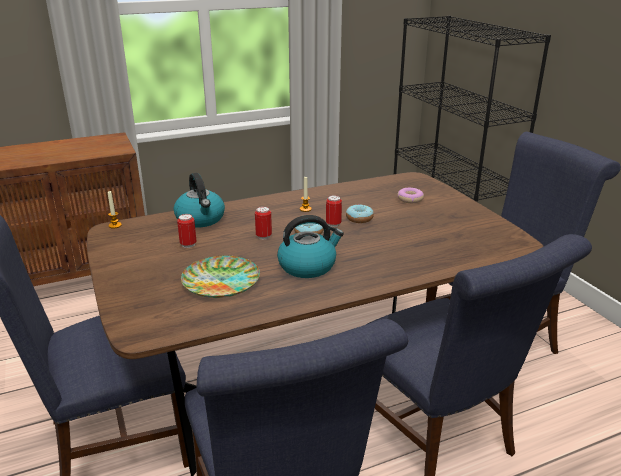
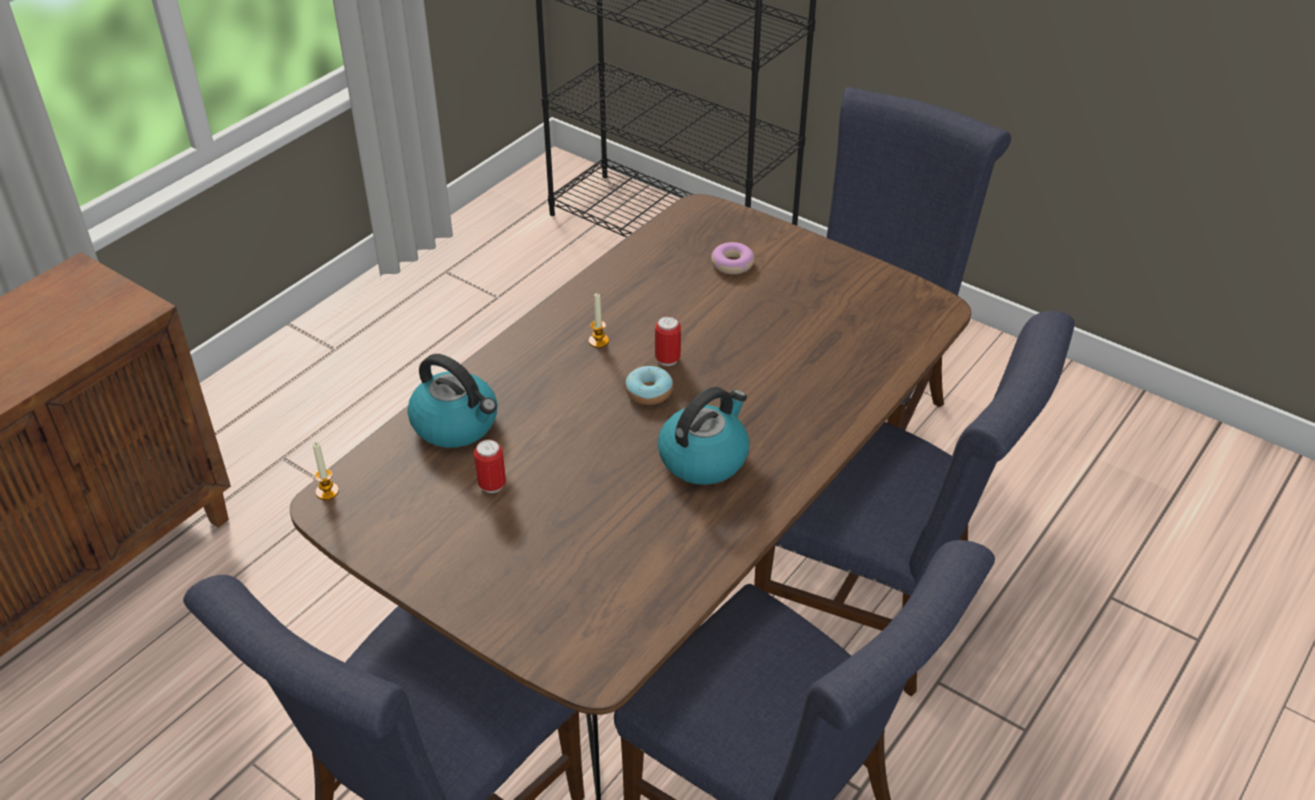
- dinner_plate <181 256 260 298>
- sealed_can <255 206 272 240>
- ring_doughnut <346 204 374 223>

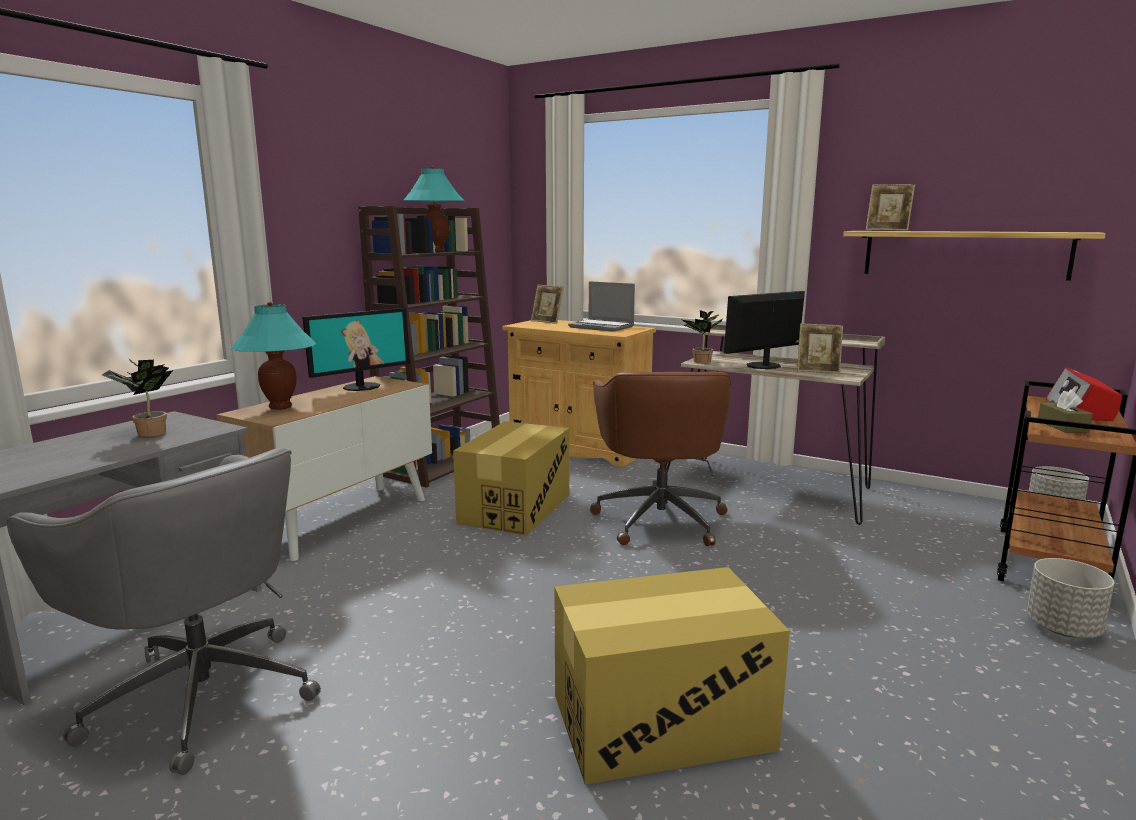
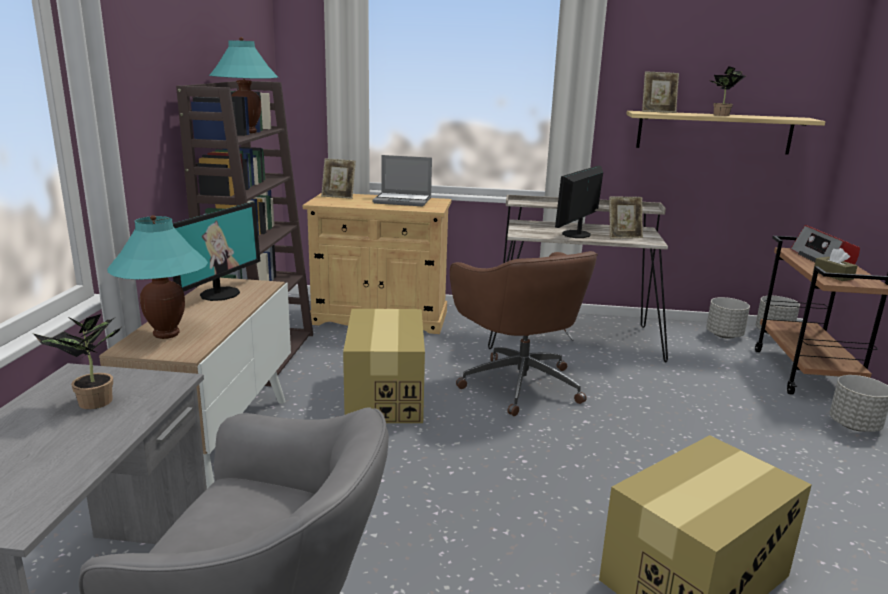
+ grey_planter <706 297 750 339>
~ plant_in_a_pot <682 310 723 363> to <708 66 746 116>

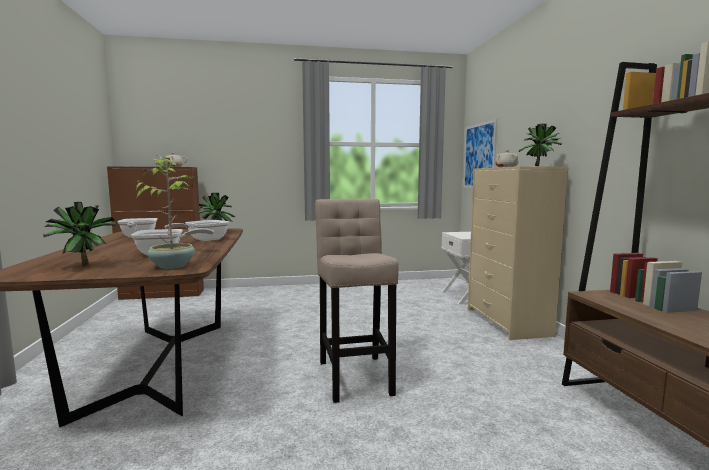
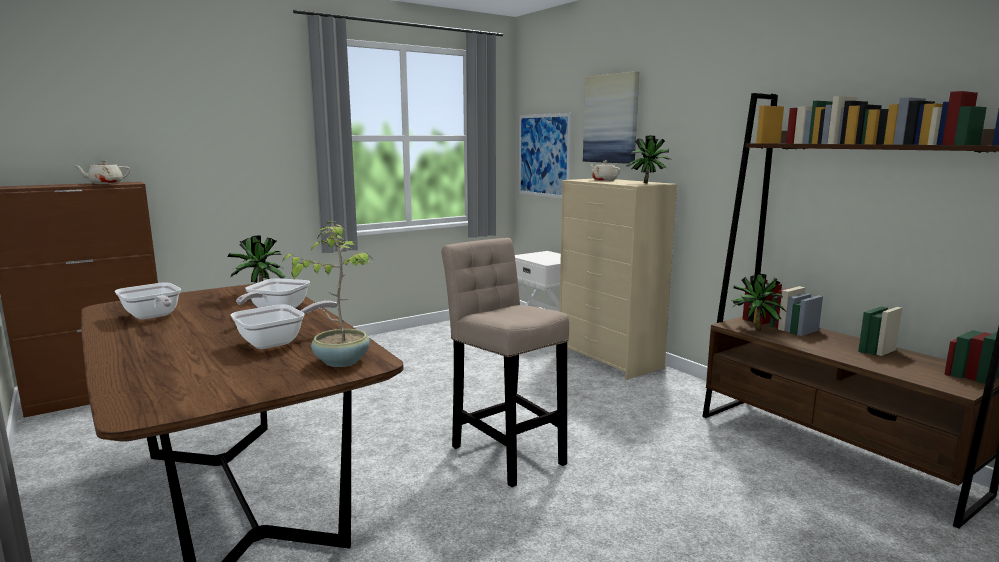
+ wall_art <583 71 639 164>
~ plant_in_a_pot <43 202 117 266> to <731 274 786 330>

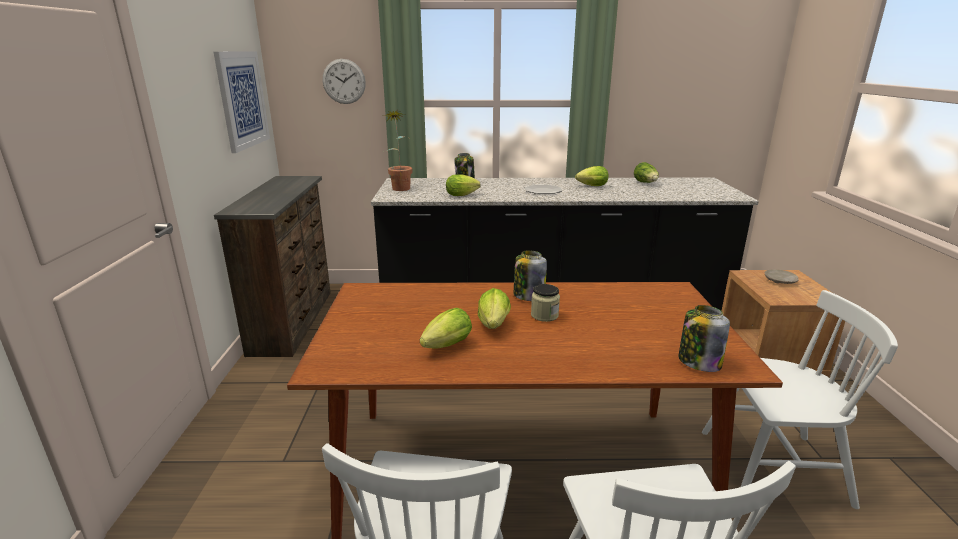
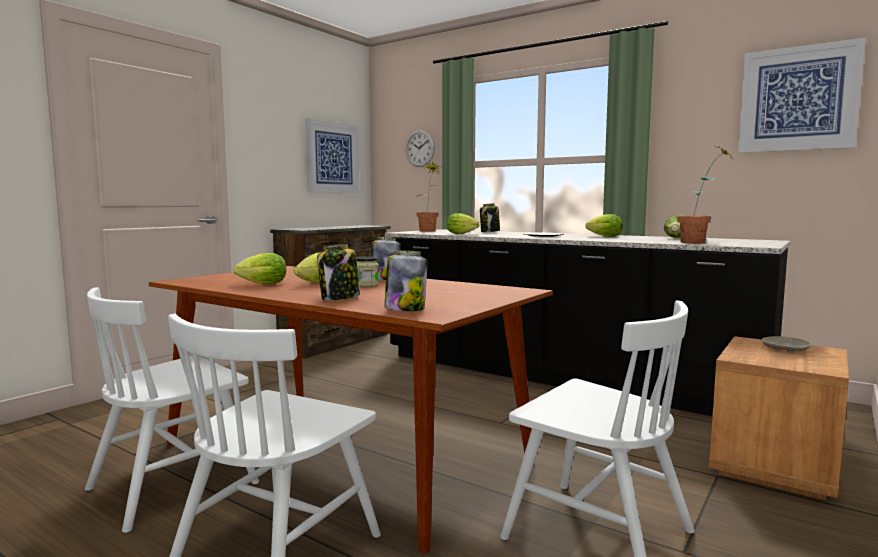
+ storage_jar <317 244 360 301>
+ plant_in_a_pot <678 144 733 243>
+ wall_art <738 38 865 153>

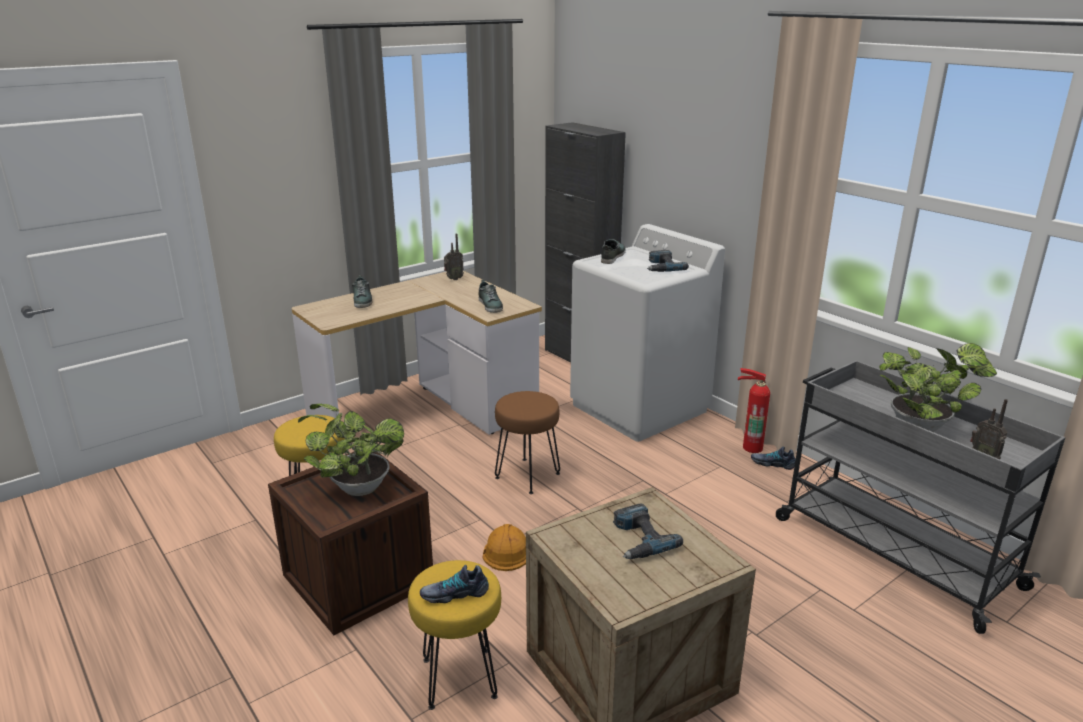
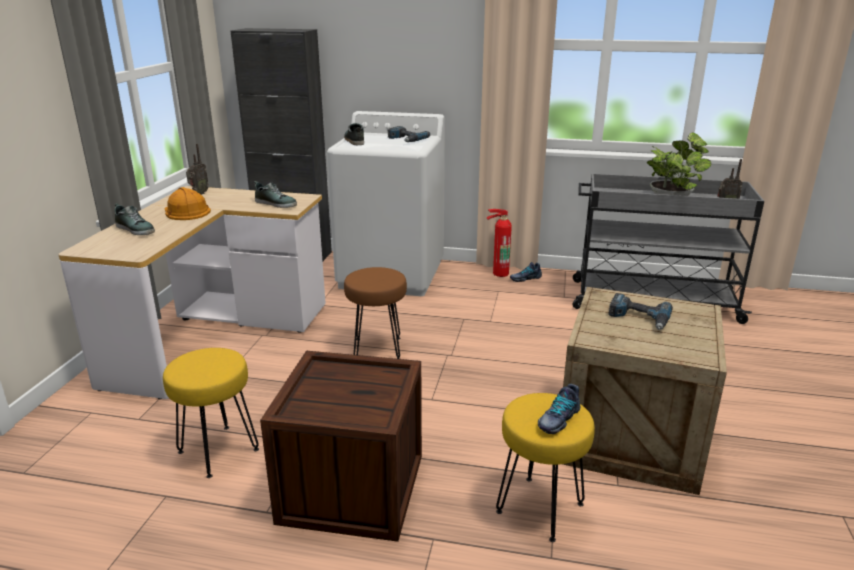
~ orange_safety_helmet <483 524 526 571> to <164 187 211 220>
- plant_in_a_pot <298 404 404 496>

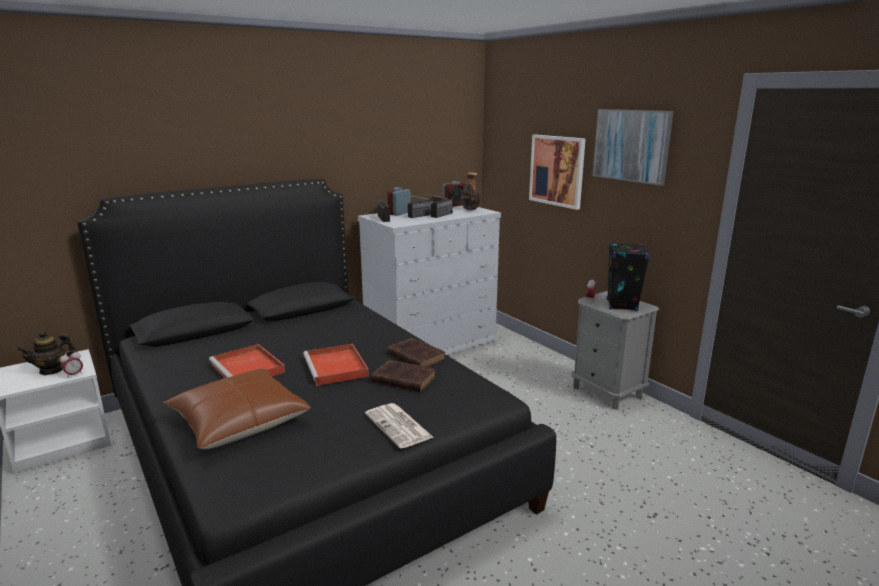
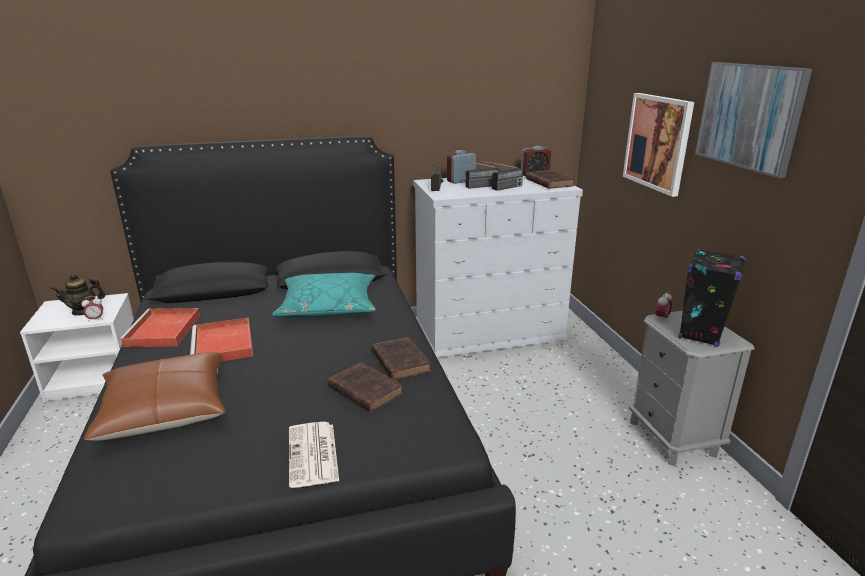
~ red_carrying_tray <303 344 369 386> to <119 308 200 347>
+ turquoise_cushion <272 273 376 317>
~ drink_bottle <461 172 480 210> to brown-coloured_bound_book <526 170 574 189>

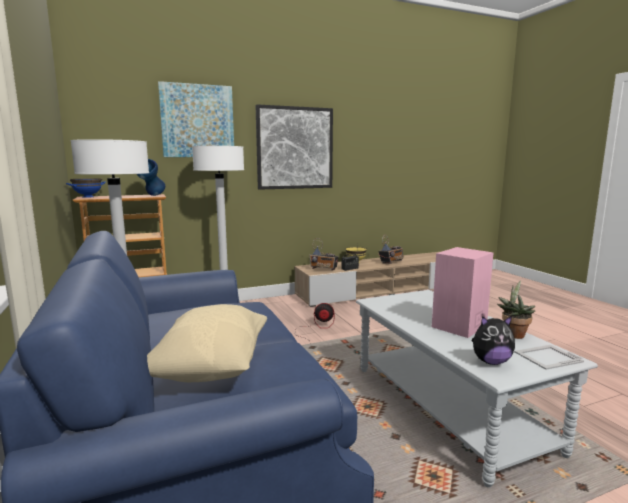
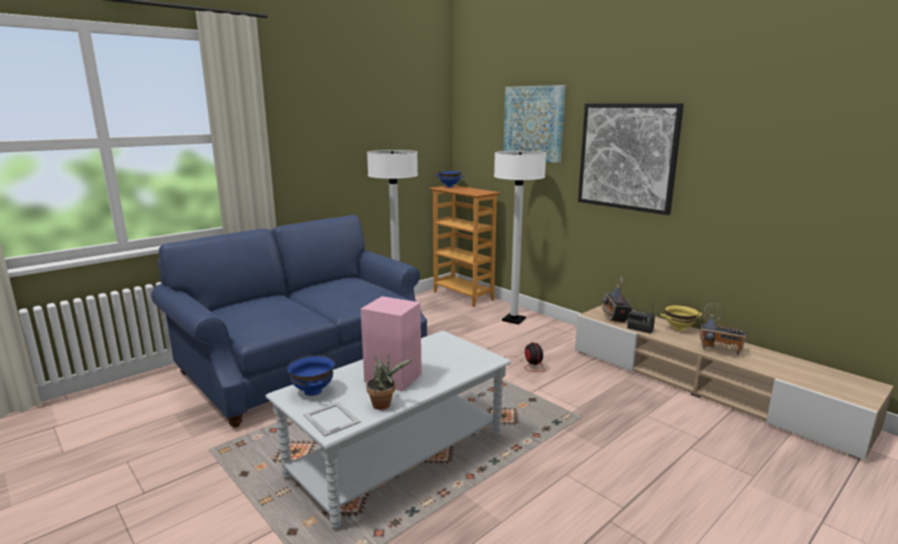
~ soft_toy <472 316 515 365> to bluish_bowl <287 355 335 396>
- bluish_flower_vase <137 159 165 196>
- beige-coloured_cushion <147 304 267 382>

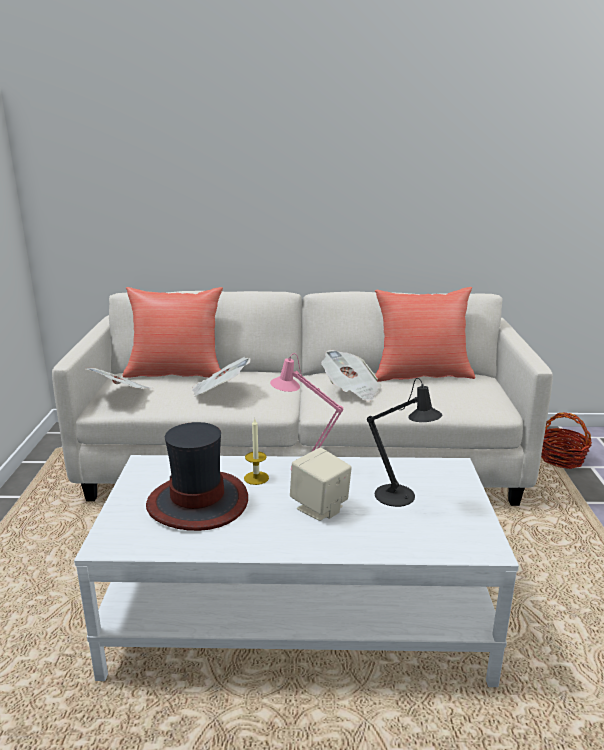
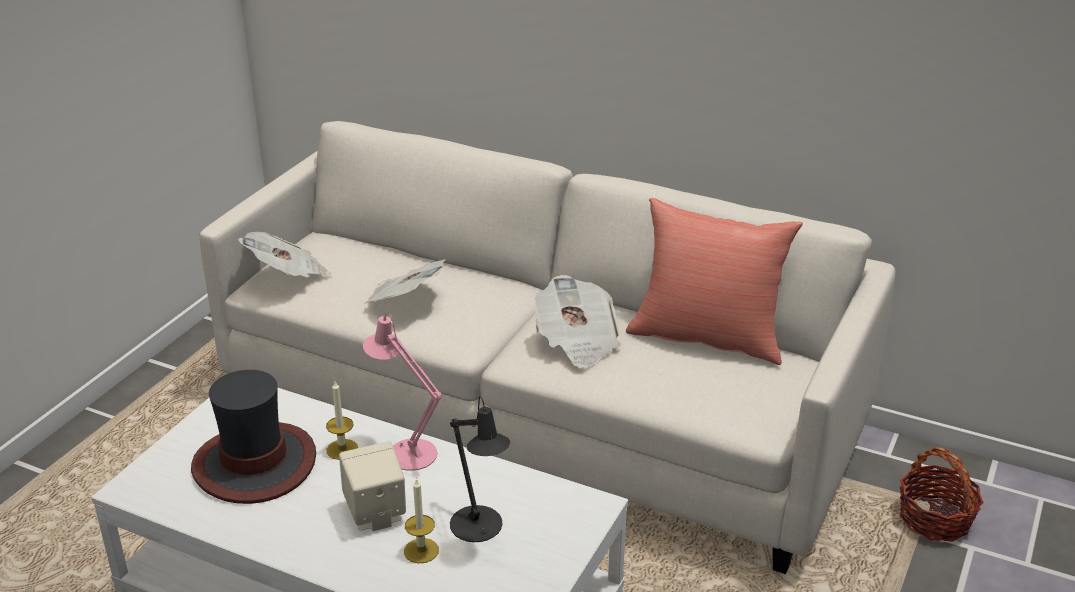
+ candle <404 478 439 563>
- red_cushion <123 287 223 378>

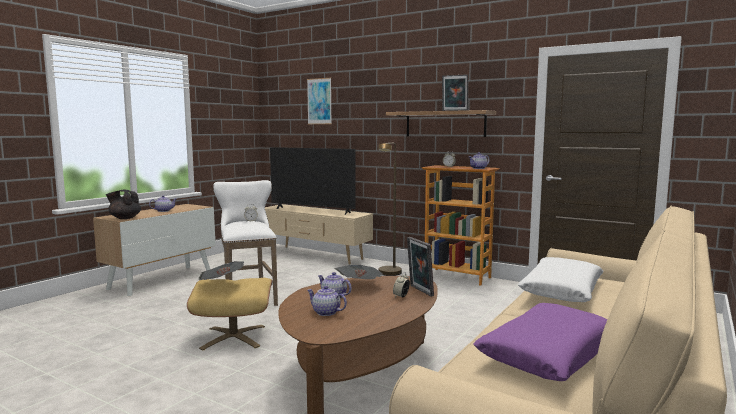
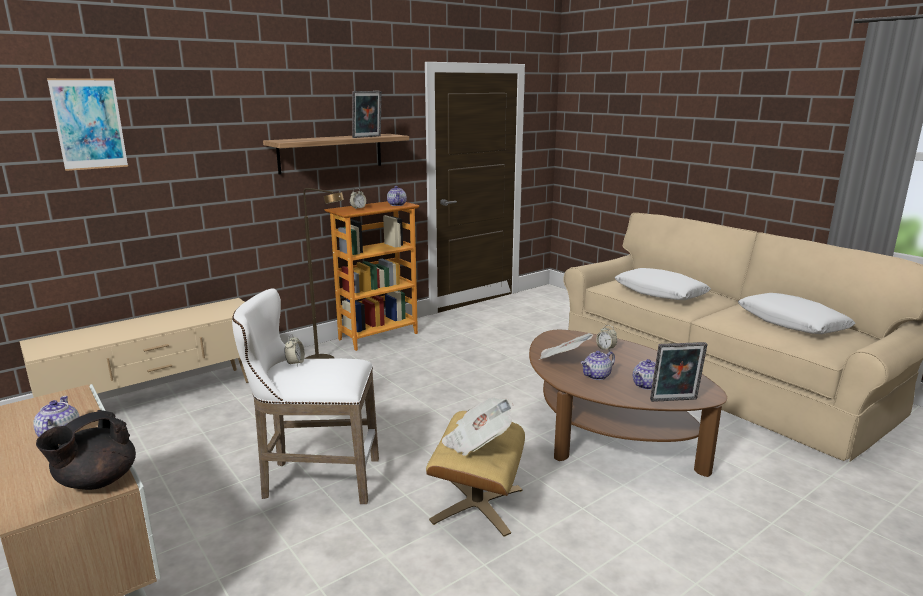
~ photo_frame <407 237 434 297> to <650 342 707 402>
~ purple-coloured_cushion <473 303 608 381> to whitish_cushion <738 293 856 334>
- TV_set <270 147 355 215>

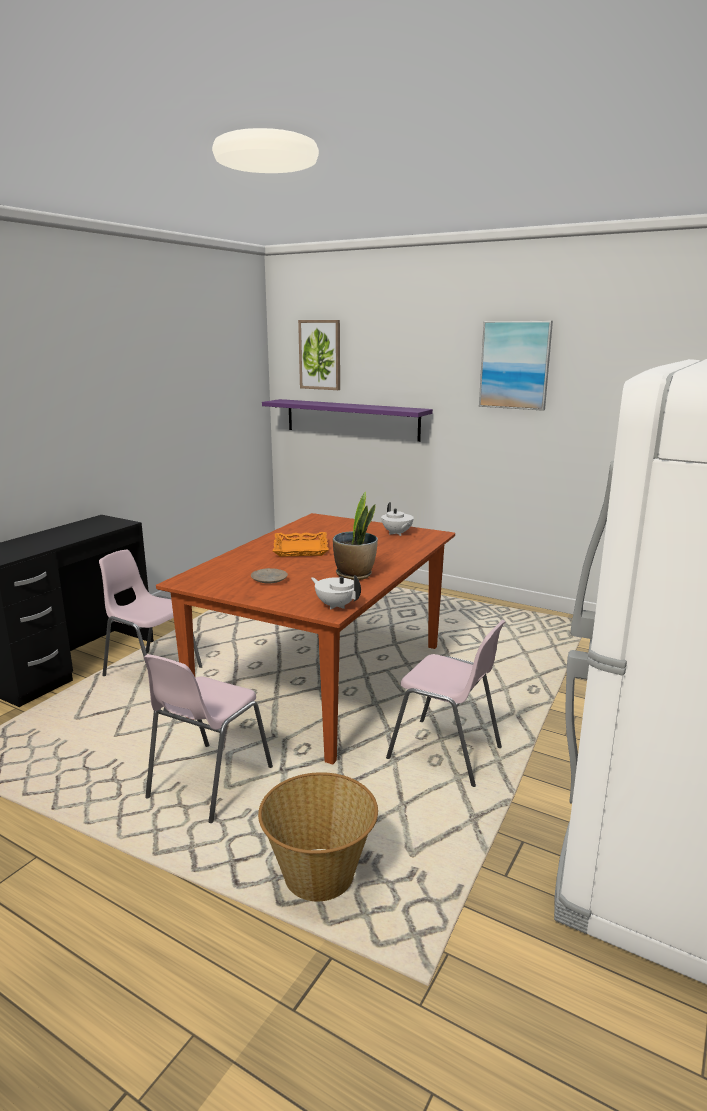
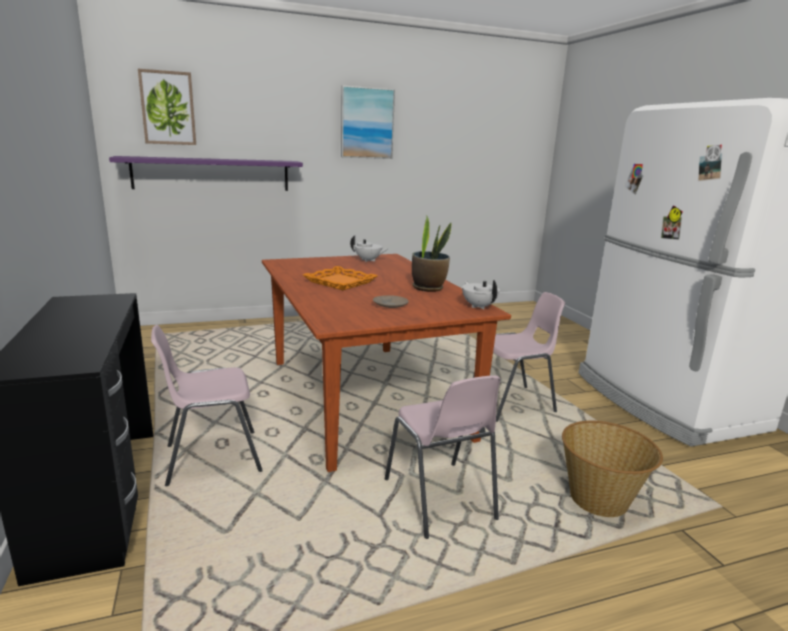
~ whitish_pot_for_tea <311 575 361 609> = <462 280 500 309> 75 degrees clockwise

